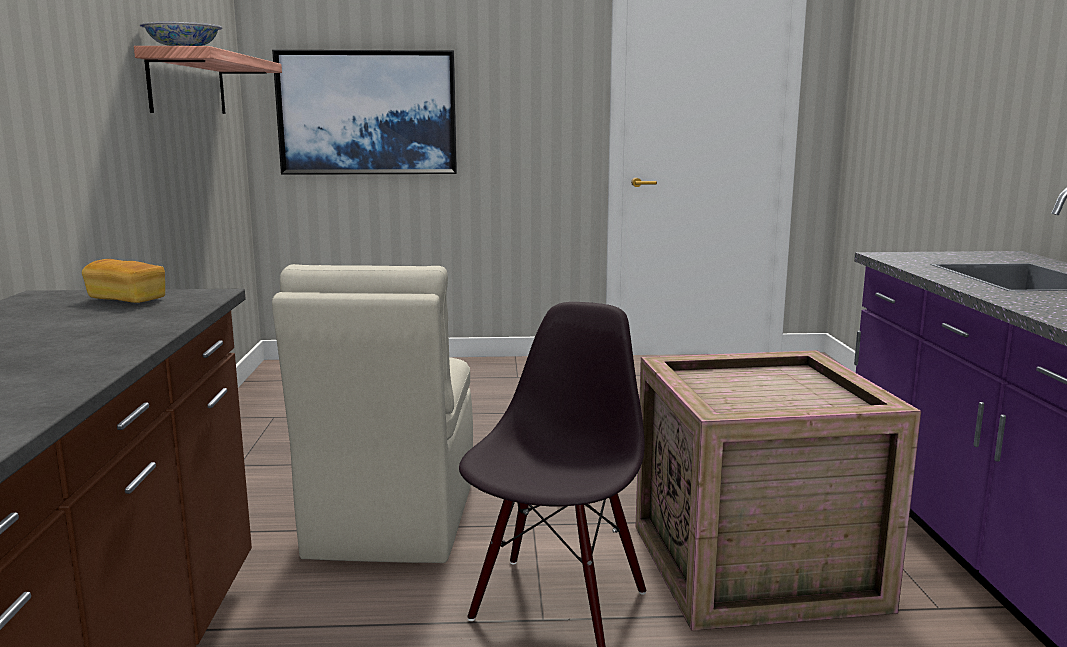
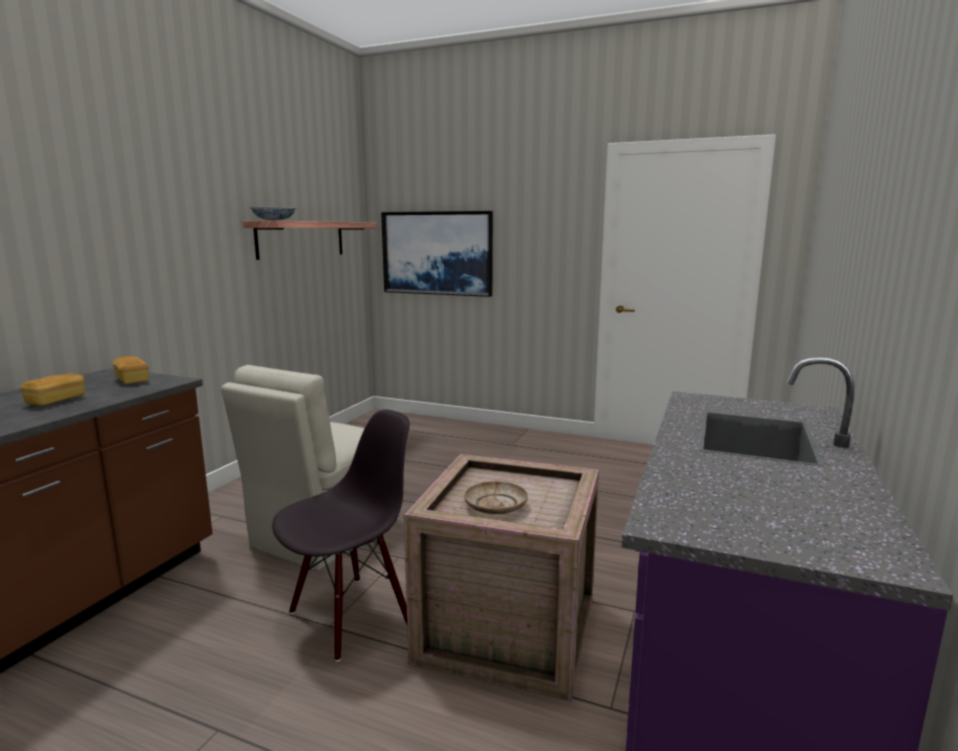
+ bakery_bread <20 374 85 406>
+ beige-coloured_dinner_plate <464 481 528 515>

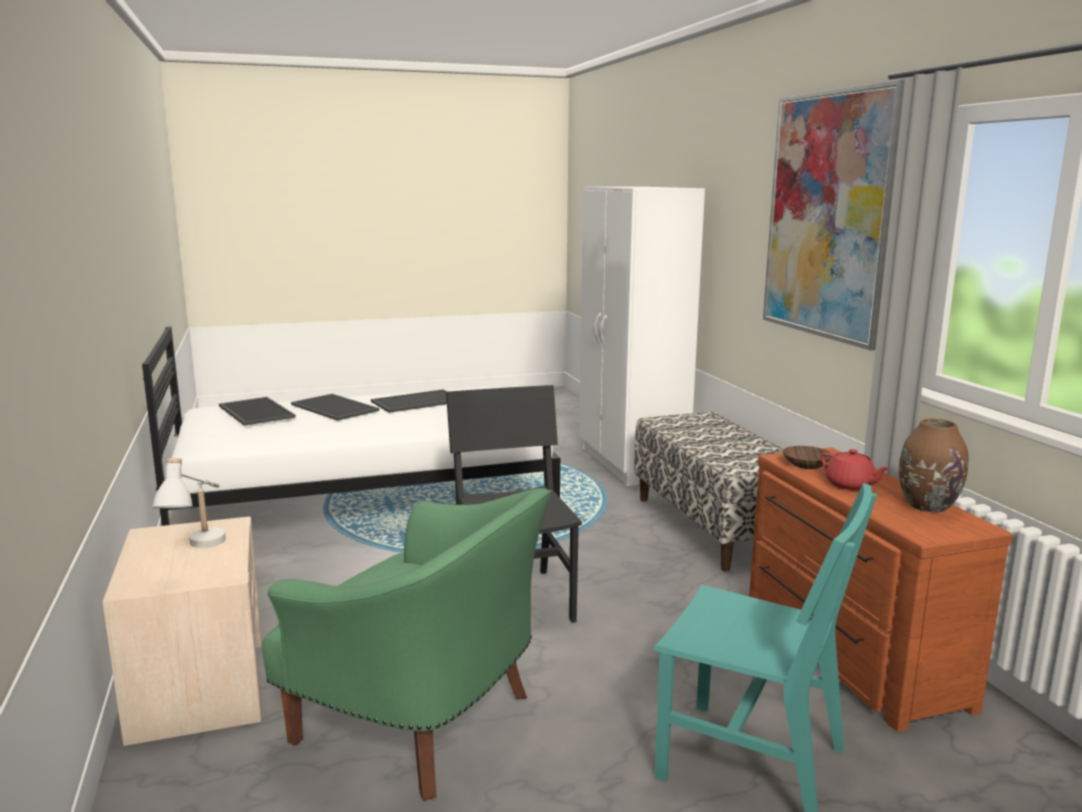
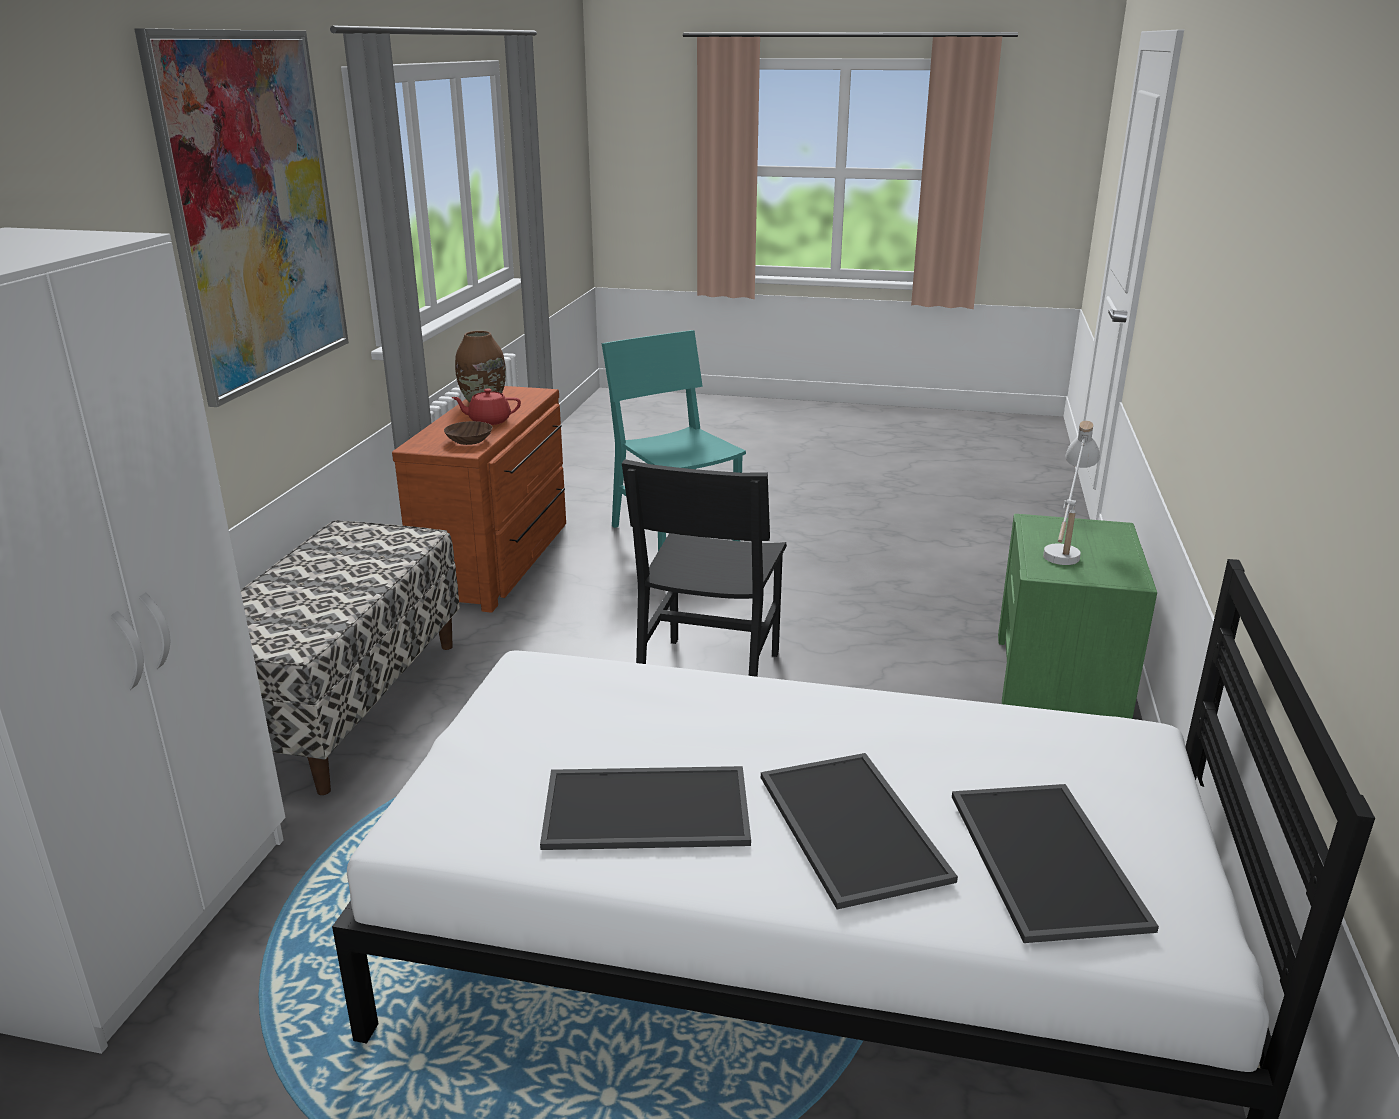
~ red_pot_for_tea <821 449 890 490> = <451 389 521 425> 90 degrees counterclockwise
~ beige-coloured_night_table <102 517 262 746> to green_night_table <998 514 1157 719>
- green_lounge_chair <262 488 552 801>

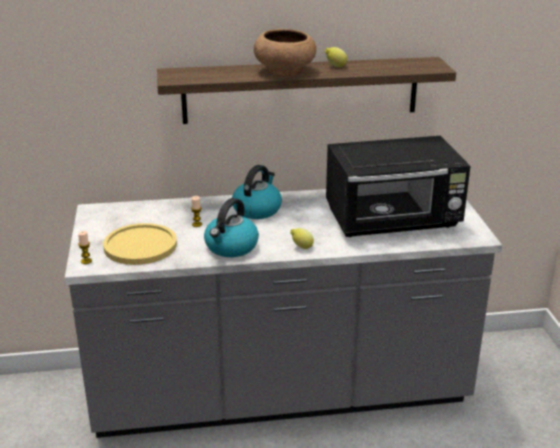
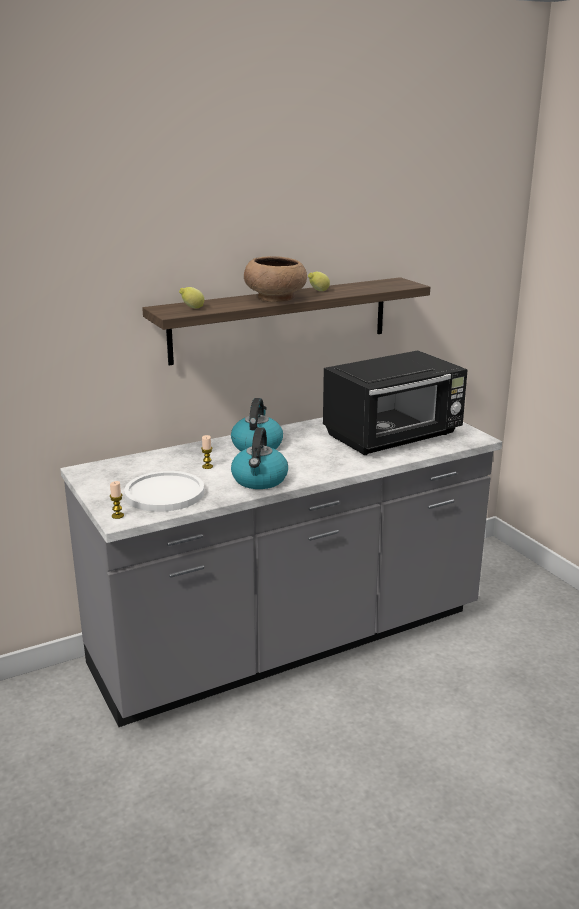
~ yellow-coloured_dinner_plate <103 223 177 265> to whitish_dinner_plate <124 471 204 512>
~ whole_lemon <290 228 314 249> to <179 287 204 309>

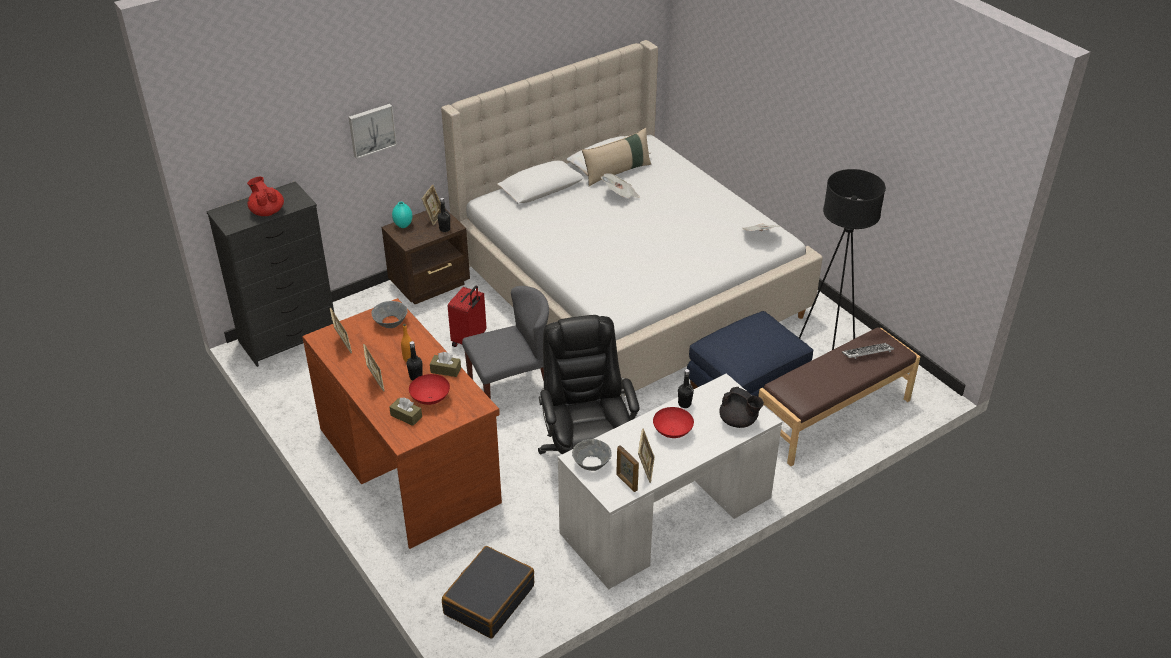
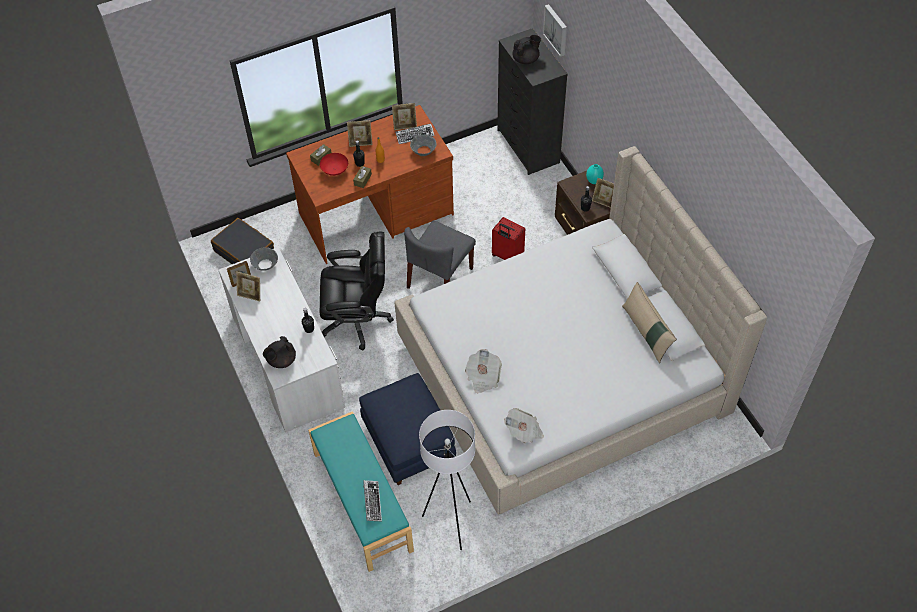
~ brown-coloured_long_seat <758 327 920 466> to turquoise_long_seat <308 411 414 572>
+ computer_keyboard <395 124 435 144>
~ grey_plain_chair <462 286 549 399> = <404 220 476 289> 45 degrees clockwise
~ blackish_standing_lamp <799 169 886 350> to whitish_standing_lamp <419 410 475 550>
~ printed_paper <601 173 640 198> to <465 349 502 394>
~ red_pot_for_tea <247 177 284 216> to blackish_pot_for_tea <512 35 541 64>
~ wall_art <349 104 397 159> to <543 4 567 57>
- red_bowl <653 407 694 438>

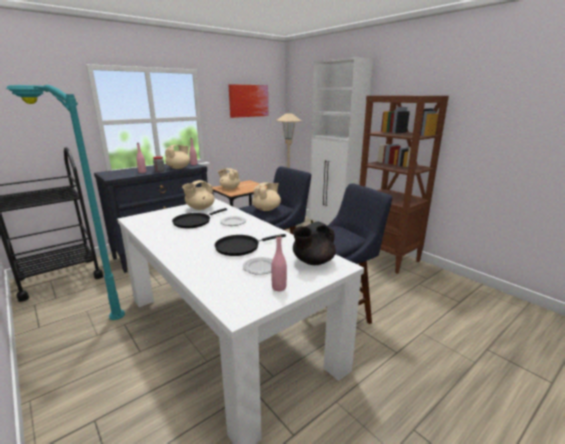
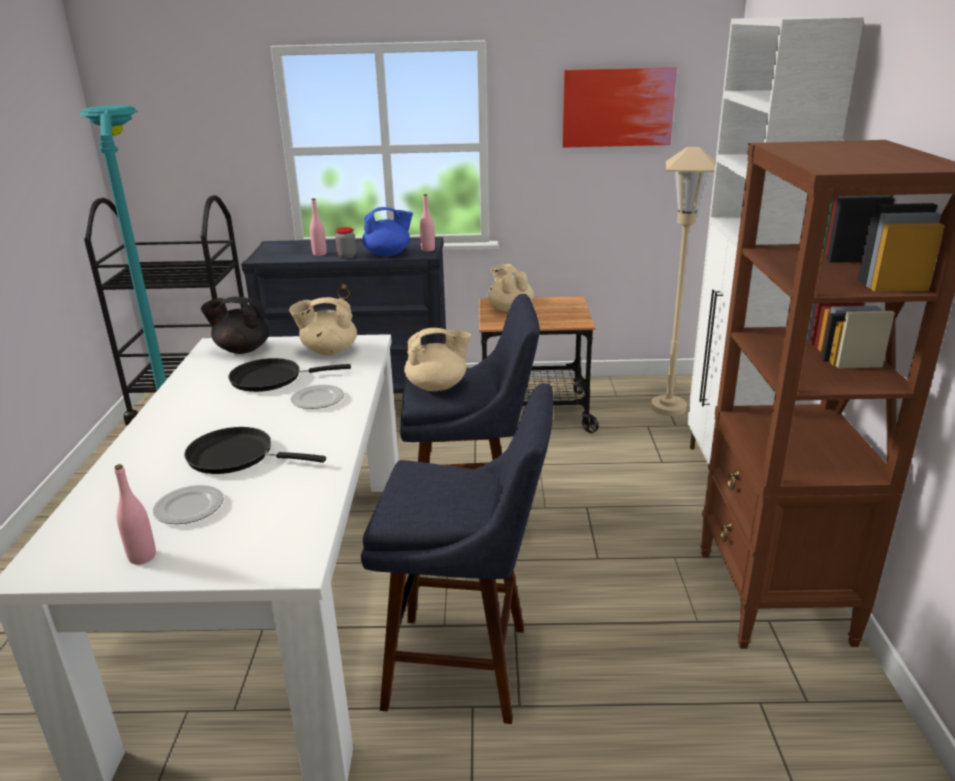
~ blackish_pot_for_tea <293 222 336 265> to <201 297 270 354>
~ beige-coloured_pot_for_tea <165 145 190 169> to bluish_pot_for_tea <362 207 413 257>

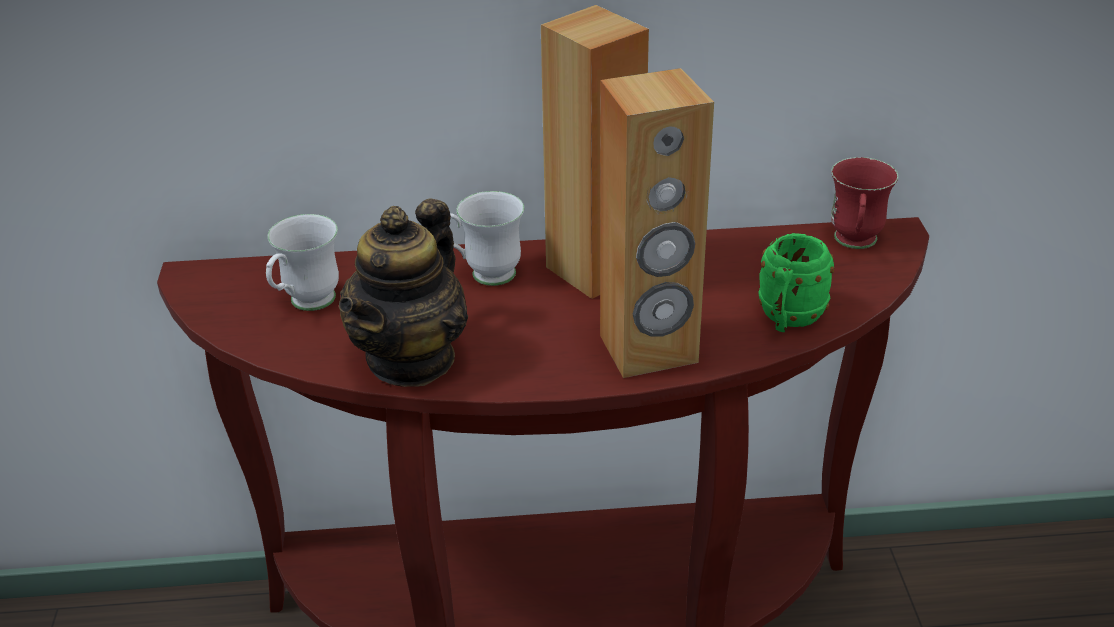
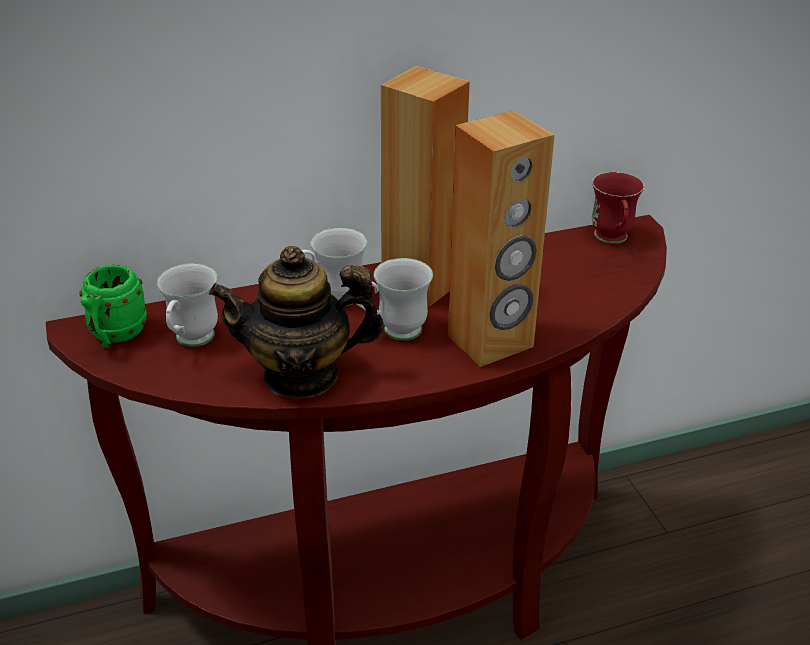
~ green_tea_mug <759 233 834 332> to <79 265 147 348>
~ pot_for_tea <339 198 468 387> = <209 246 384 399> 75 degrees clockwise
+ whitish_tea_mug <357 258 433 341>

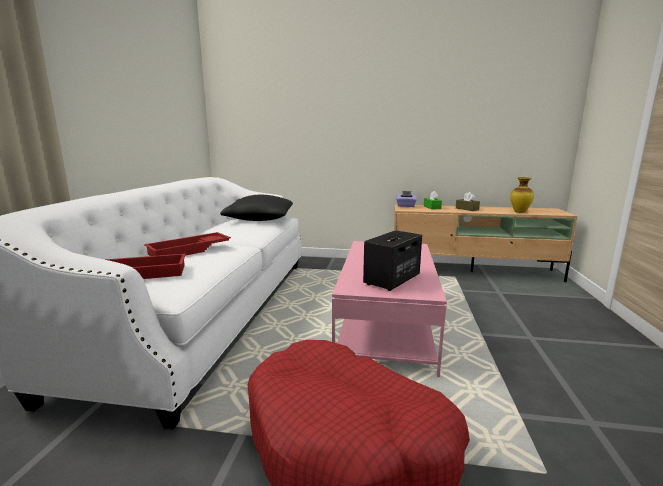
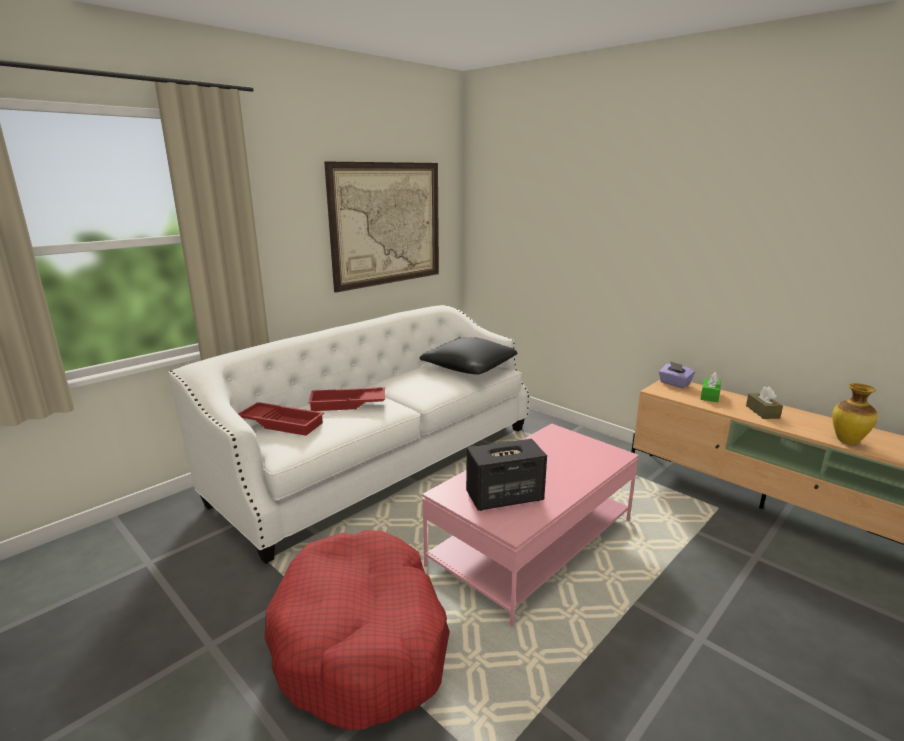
+ wall_art <324 161 439 292>

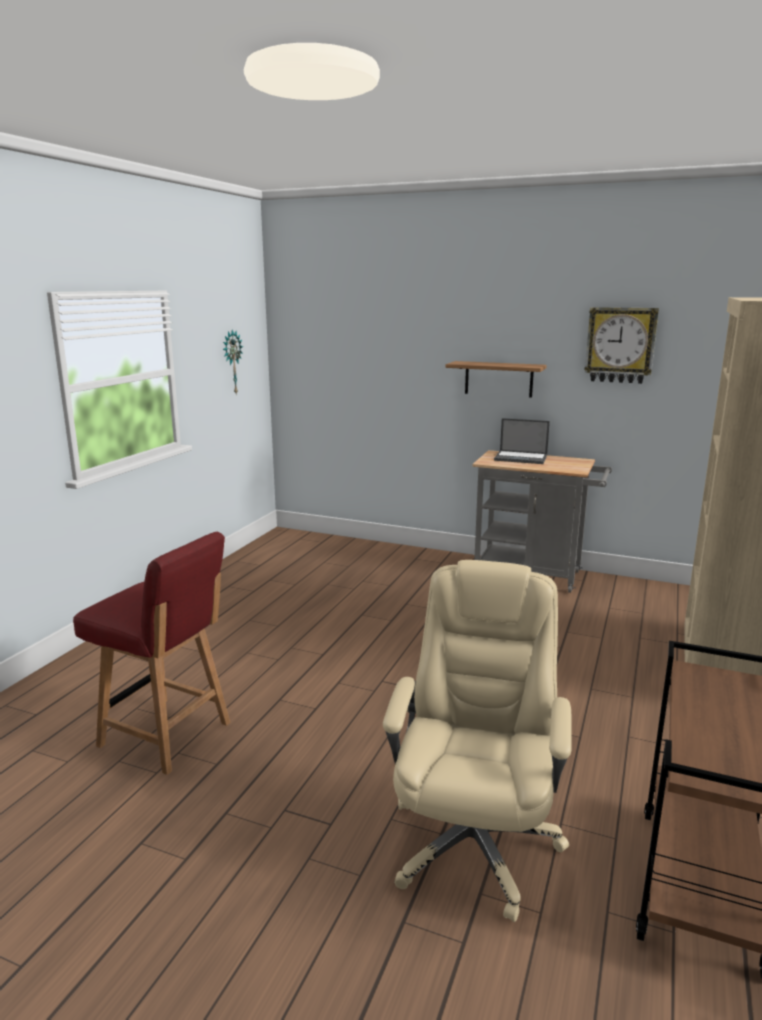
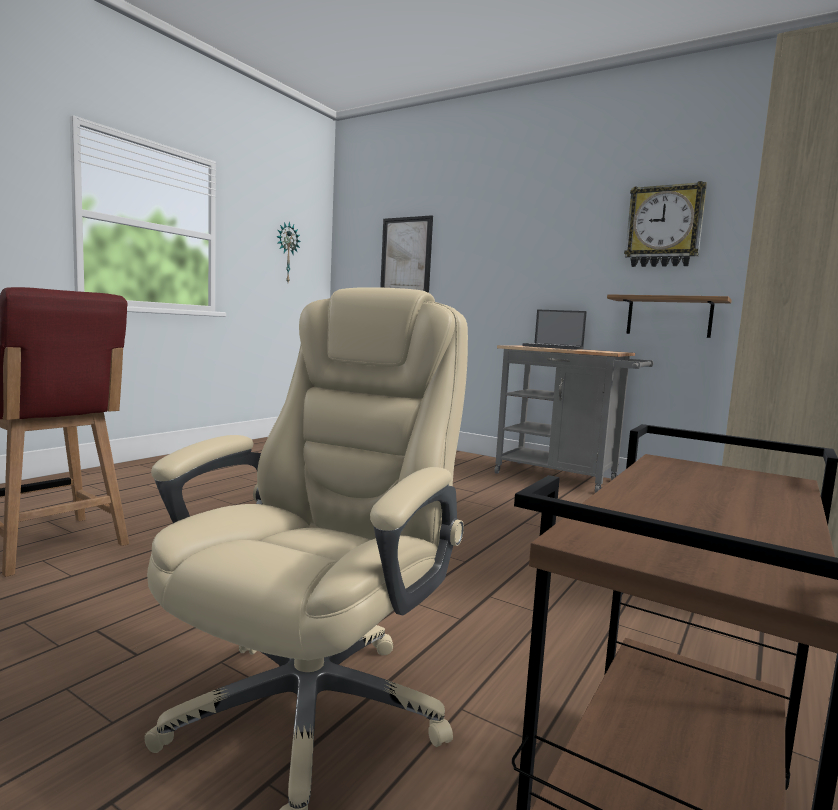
+ wall_art <380 215 433 293>
~ wall_shelf <445 361 547 398> to <607 294 732 338>

